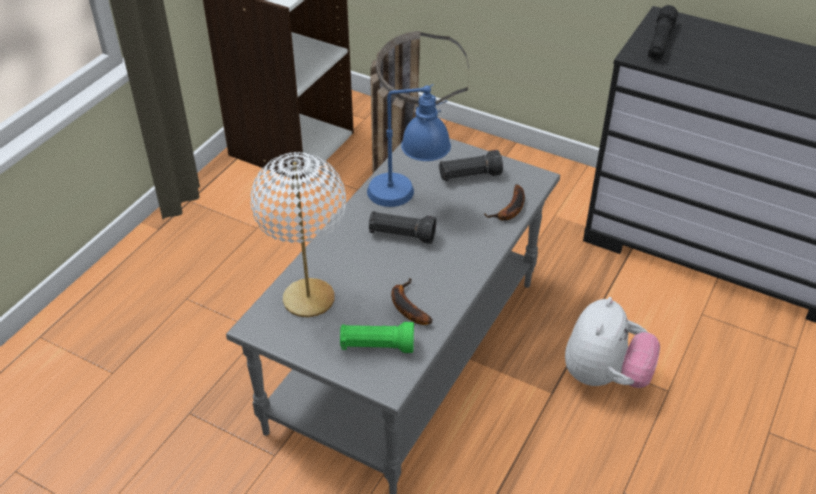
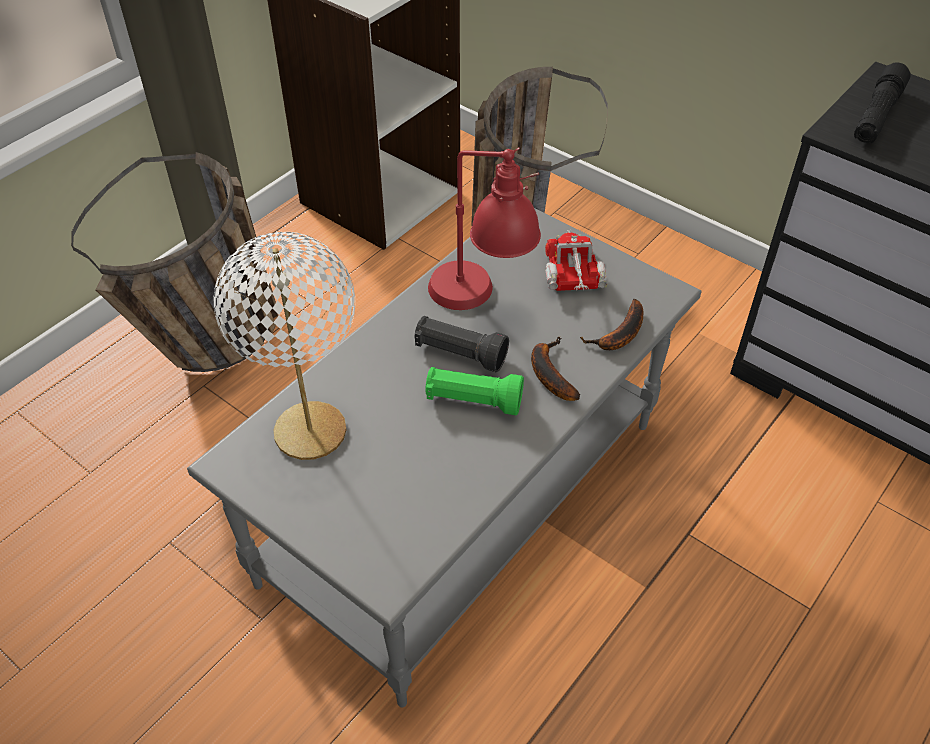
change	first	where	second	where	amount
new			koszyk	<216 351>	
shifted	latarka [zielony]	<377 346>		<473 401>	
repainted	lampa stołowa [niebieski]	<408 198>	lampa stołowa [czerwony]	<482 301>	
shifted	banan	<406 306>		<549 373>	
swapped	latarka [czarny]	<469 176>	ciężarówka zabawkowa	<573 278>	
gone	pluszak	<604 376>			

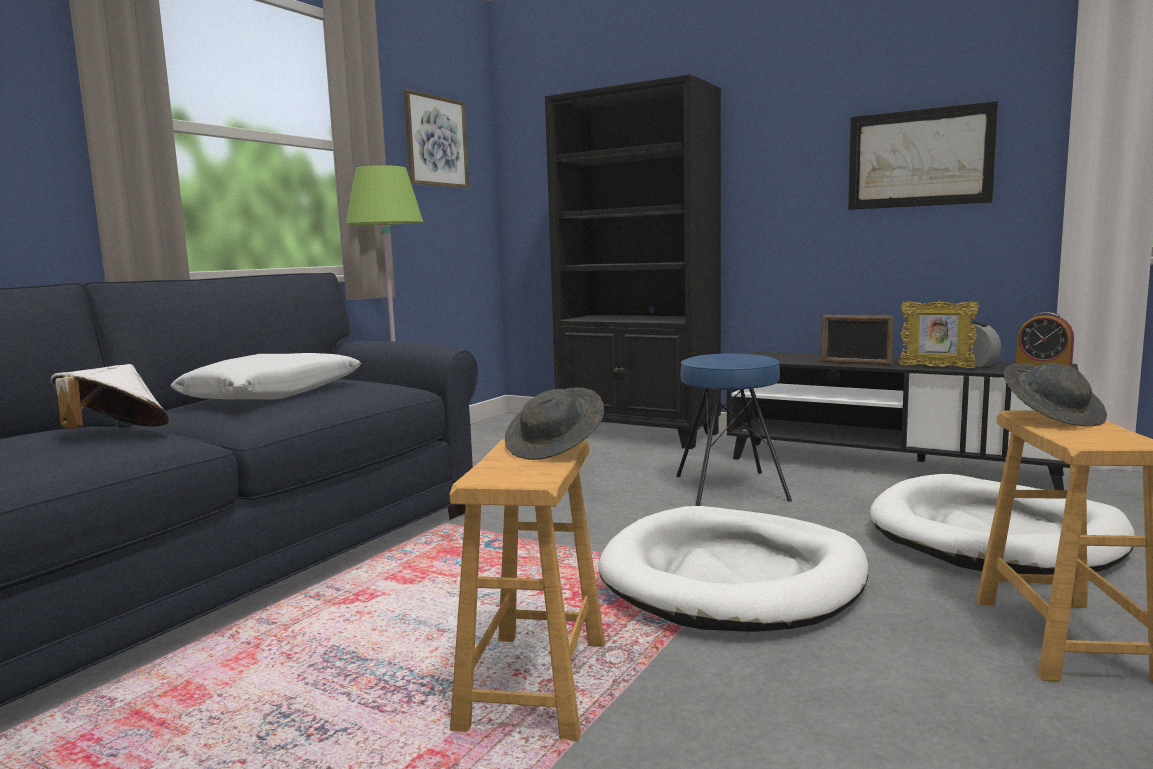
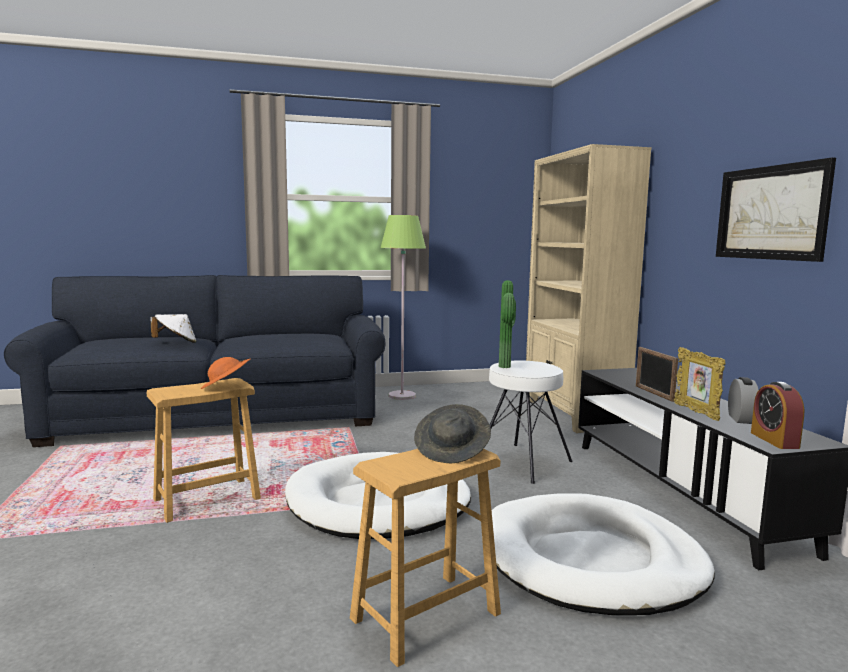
change	first	where	second	where	amount
repainted	kapelusz [szary]	<555 448>	kapelusz [pomarańczowy]	<226 387>	
repainted	stołek [niebieski]	<729 488>	stołek [biały]	<522 462>	
new			roślina doniczkowa	<507 366>	
repainted	regał [czarny]	<639 434>	regał [beżowy]	<573 414>	
gone	poduszka [biały]	<273 394>			
gone	obraz	<436 141>			

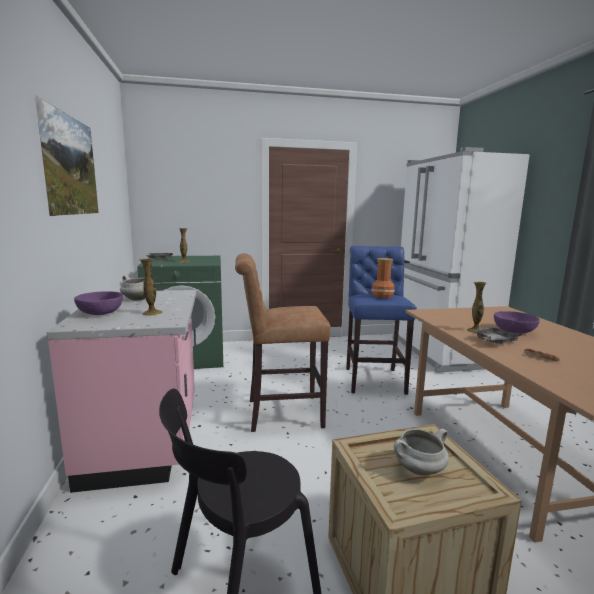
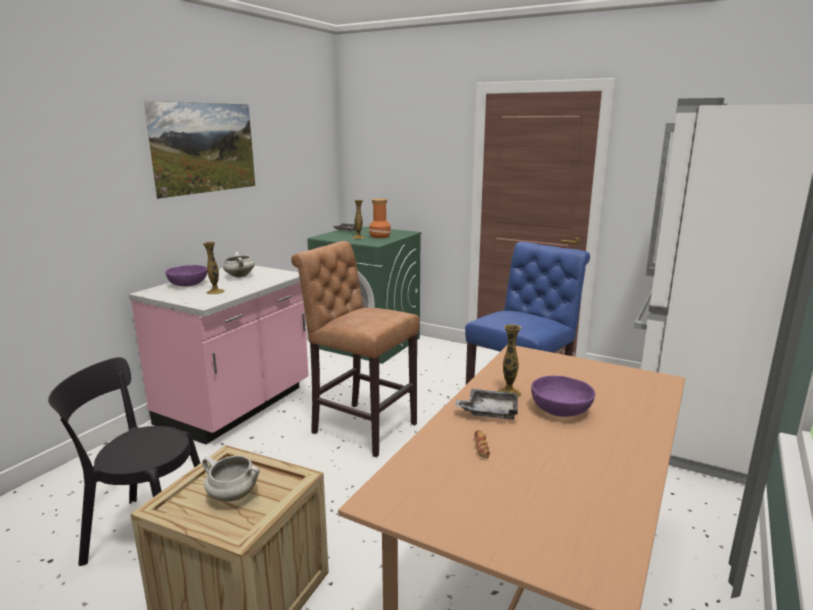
change	first	where	second	where	amount
shifted	wazon	<382 296>		<379 236>	

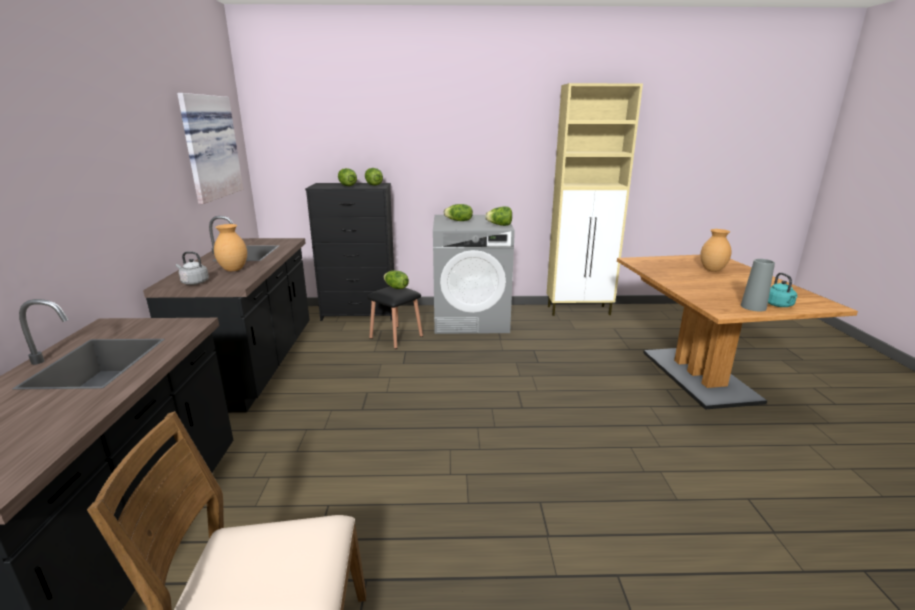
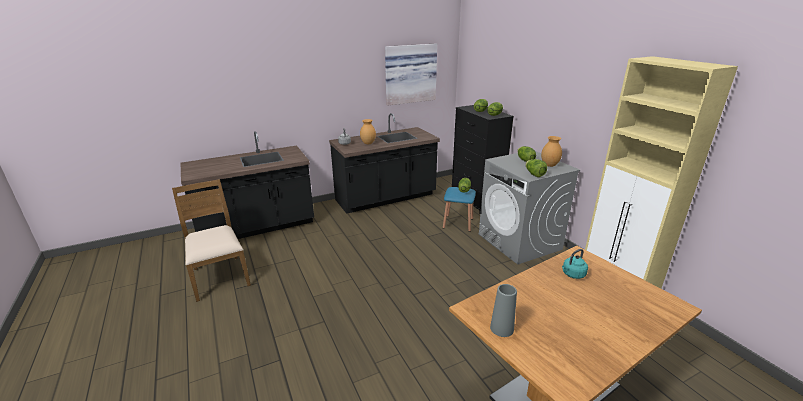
change	first	where	second	where	amount
repainted	stołek [czarny]	<396 337>	stołek [niebieski]	<458 223>	
shifted	wazon [brązowy]	<712 270>		<549 165>	
shifted	czajnik [turkusowy]	<779 305>		<572 274>	

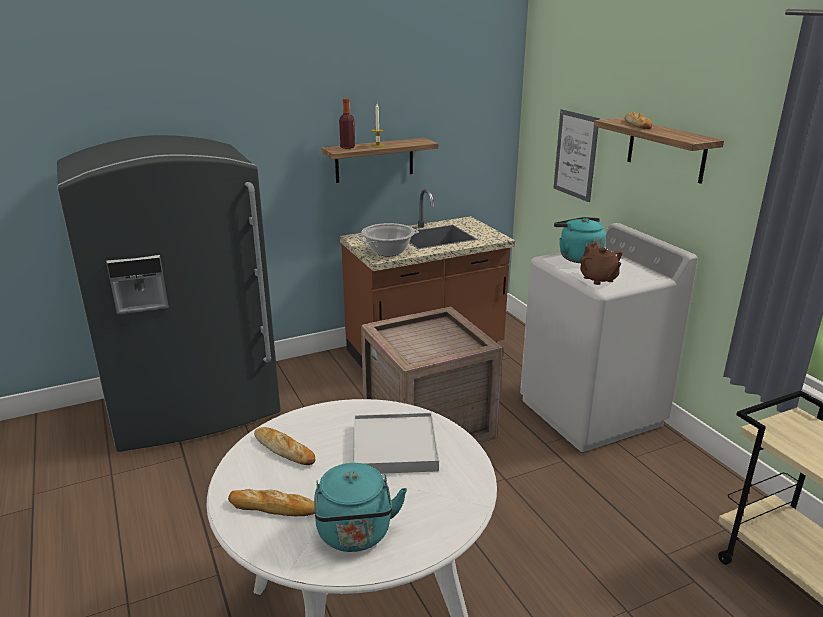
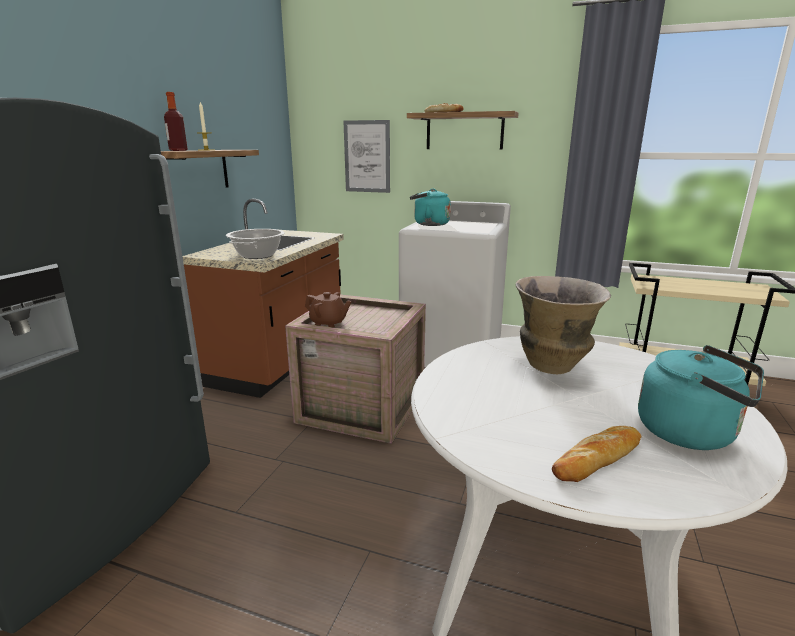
change	first	where	second	where	amount
shifted	imbryk [brązowy]	<598 279>		<328 323>	
swapped	taca [biały]	<394 447>	wazon	<553 366>	
gone	chleb	<284 449>			

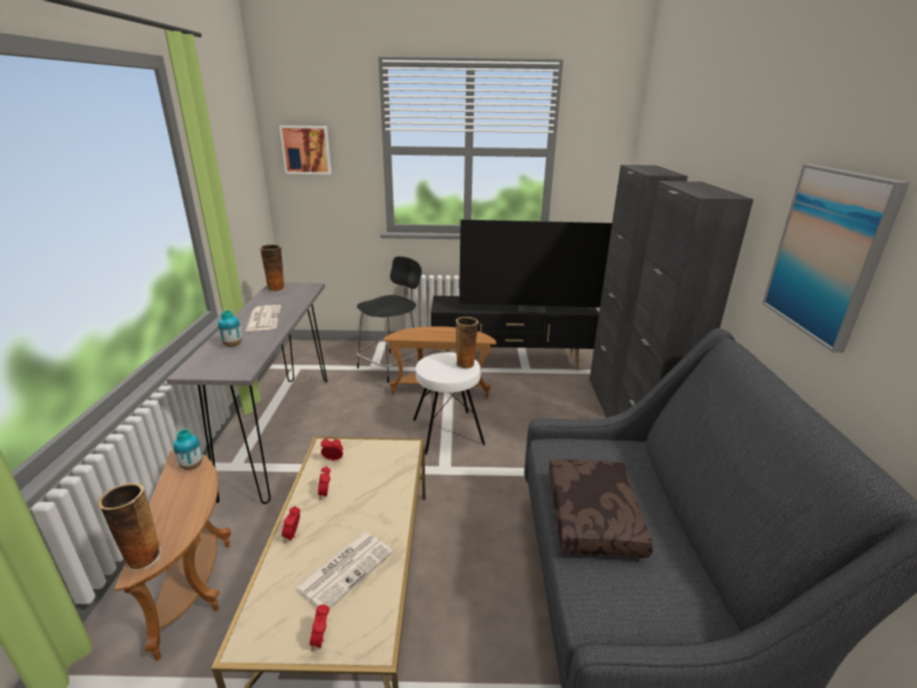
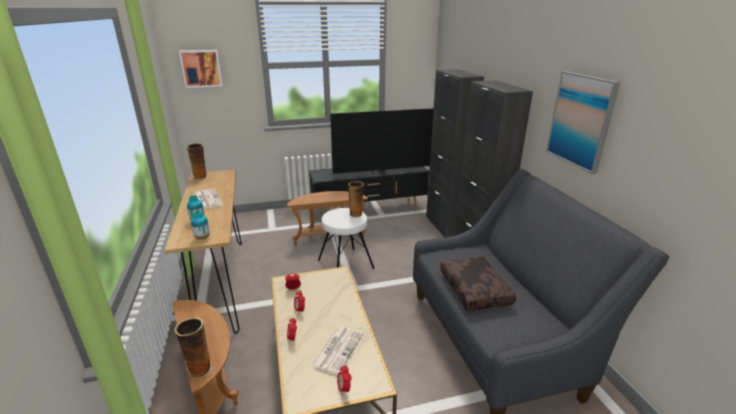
change	first	where	second	where	amount
repainted	stolik konsolowy [szary]	<280 431>	stolik konsolowy [brązowy]	<222 284>	
shifted	wazon	<192 466>		<202 238>	
gone	stołek [czarny]	<391 366>			

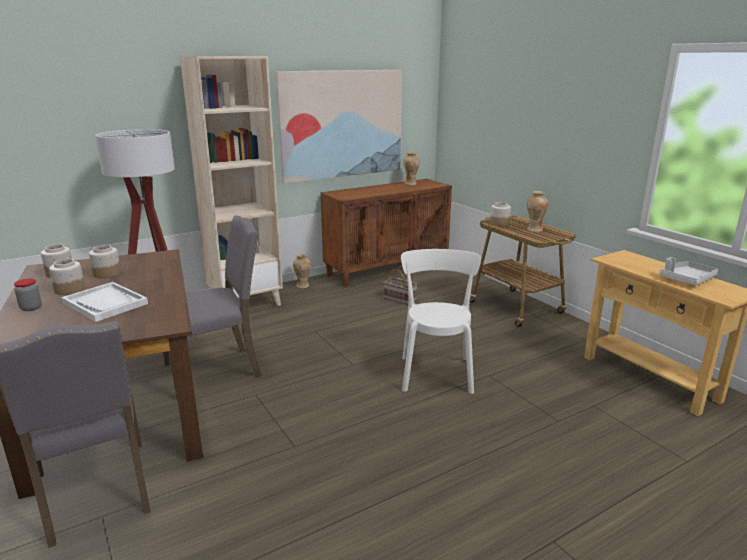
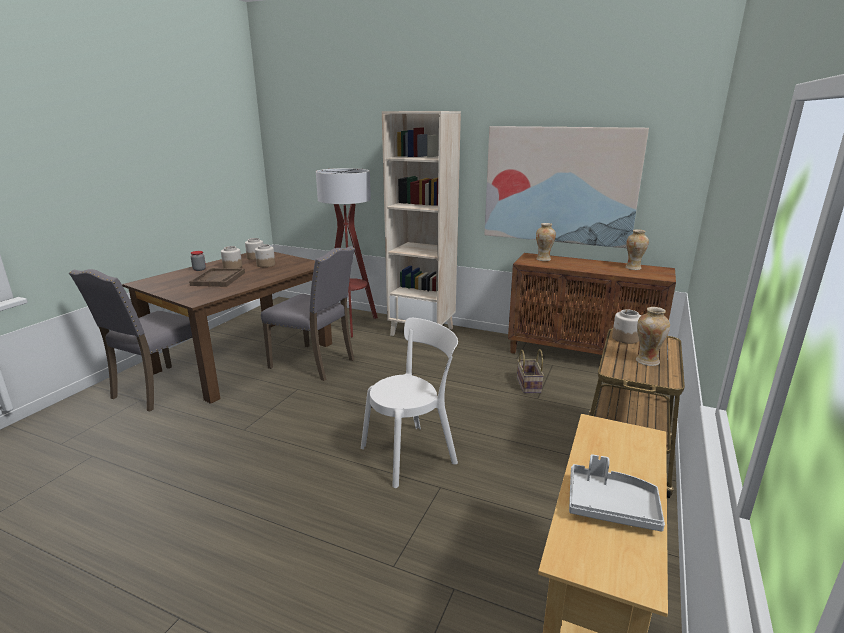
change	first	where	second	where	amount
repainted	taca [biały]	<105 303>	taca [brązowy]	<218 279>	
shifted	wazon	<302 286>		<543 259>	

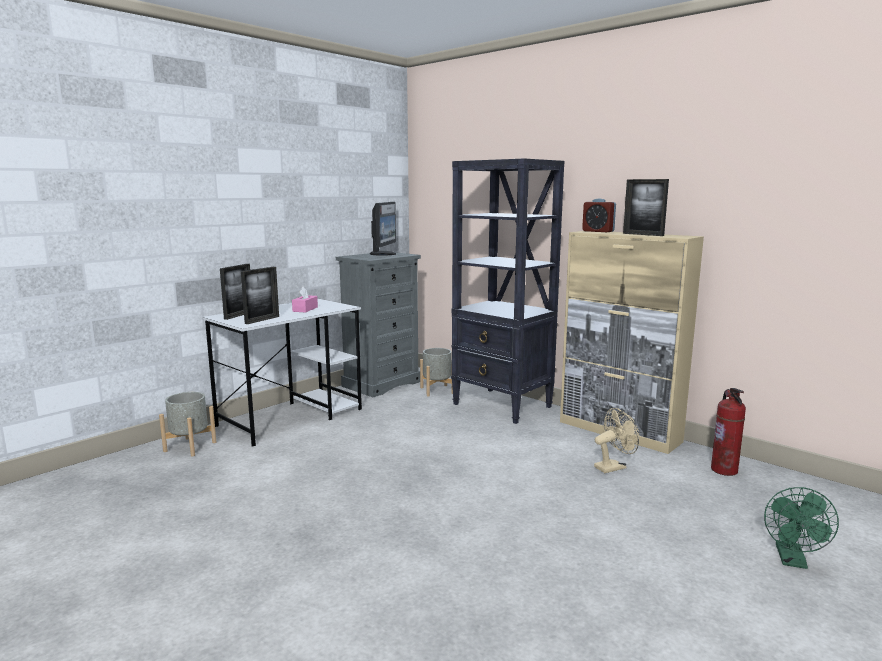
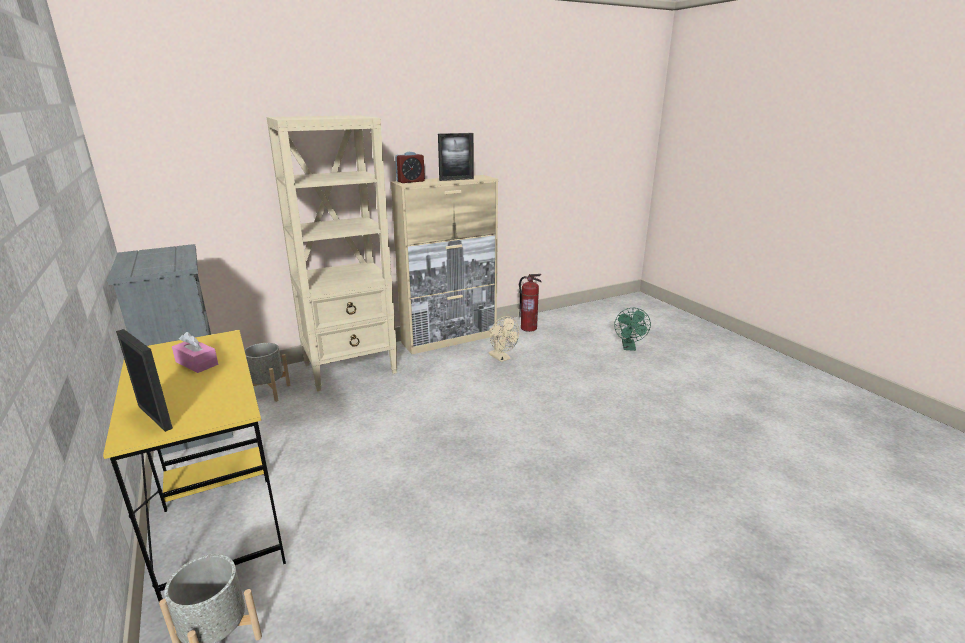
change	first	where	second	where	amount
repainted	biurko [biały]	<292 417>	biurko [żółty]	<219 514>	
repainted	regał [czarny]	<502 406>	regał [beżowy]	<351 368>	
rotated	wentylator [beżowy]	<613 467>		<502 358>	150 degrees clockwise
rotated	wentylator [zielony]	<792 561>		<629 347>	60 degrees clockwise
gone	ramka na zdjęcie	<262 320>			
gone	monitor	<384 254>			

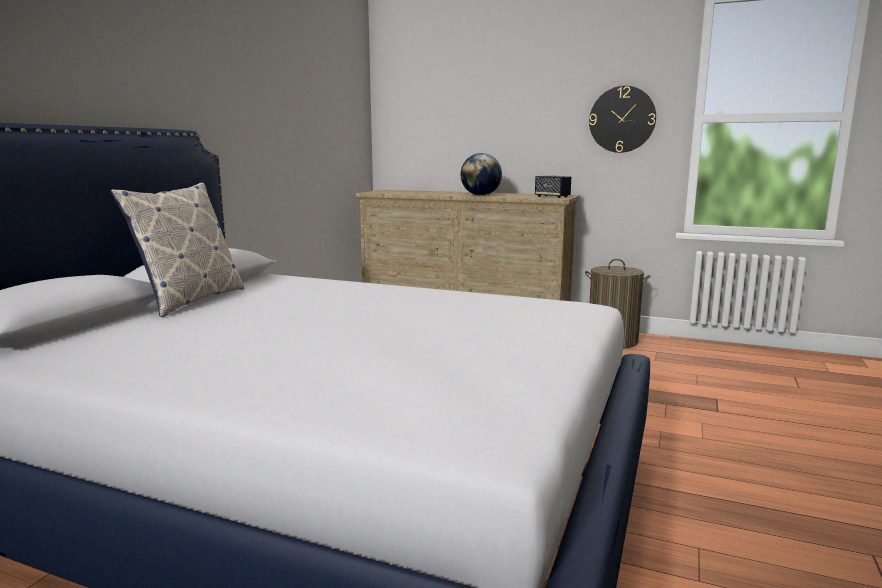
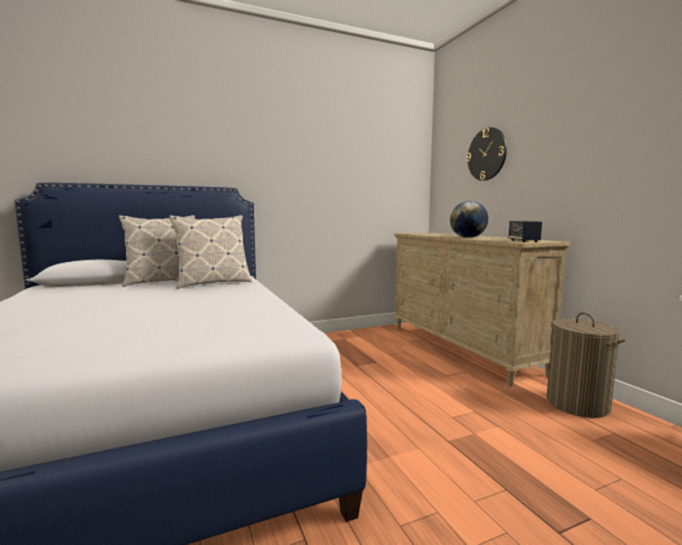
change	first	where	second	where	amount
new			poduszka	<213 283>	
shifted	zegar ścienny	<622 119>		<487 154>	

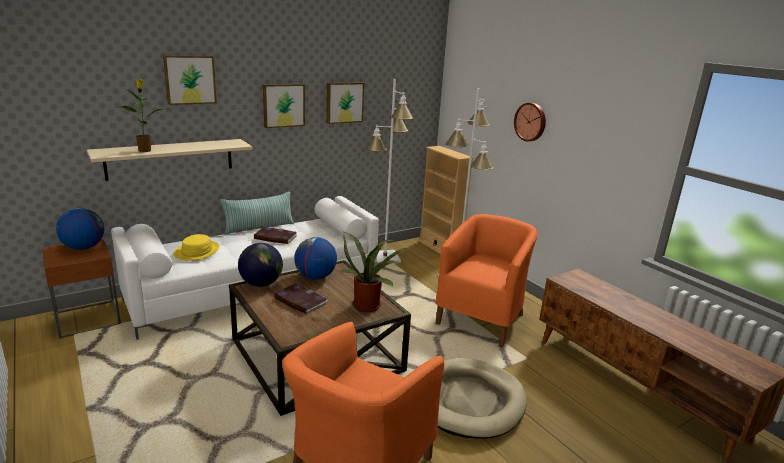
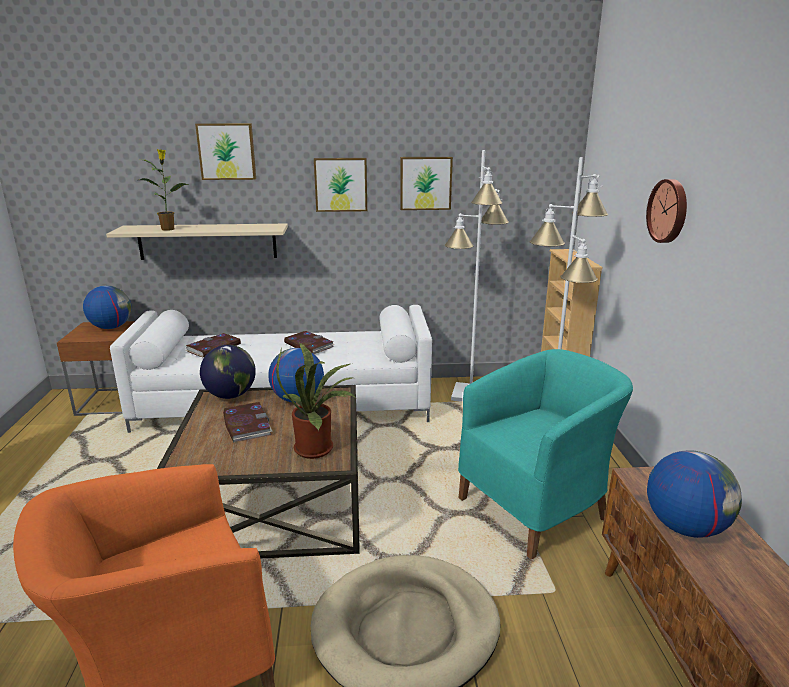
change	first	where	second	where	amount
swapped	kapelusz [żółty]	<197 251>	książka	<213 348>	
repainted	fotel [pomarańczowy]	<482 318>	fotel [turkusowy]	<537 507>	
new			globus	<684 527>	
gone	poduszka	<259 227>			

